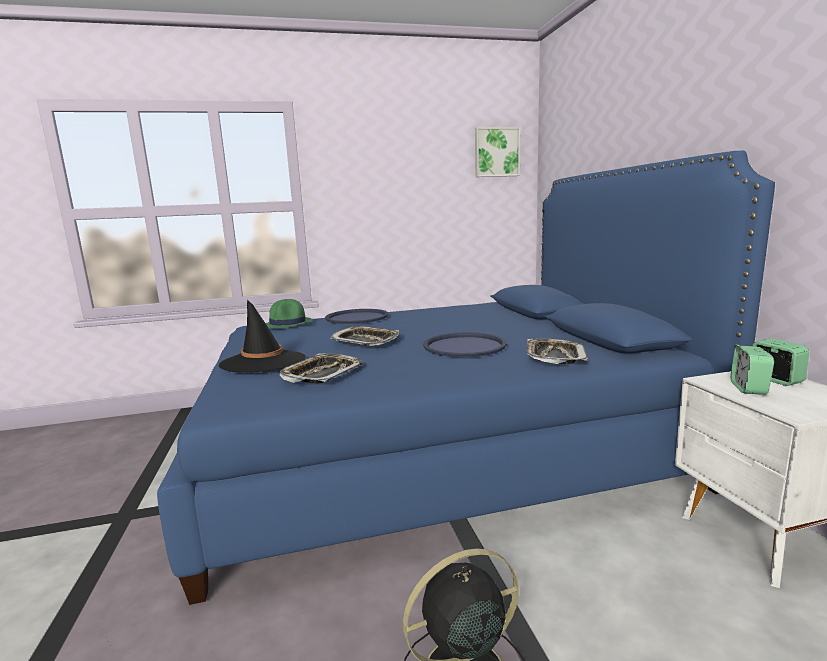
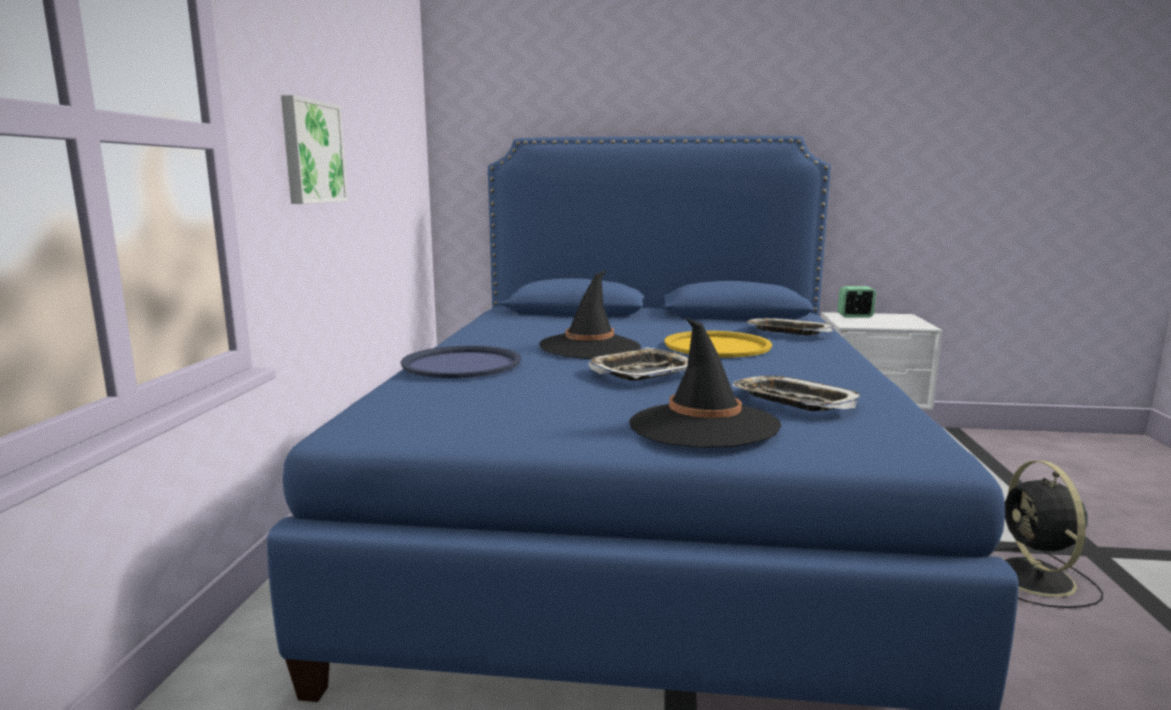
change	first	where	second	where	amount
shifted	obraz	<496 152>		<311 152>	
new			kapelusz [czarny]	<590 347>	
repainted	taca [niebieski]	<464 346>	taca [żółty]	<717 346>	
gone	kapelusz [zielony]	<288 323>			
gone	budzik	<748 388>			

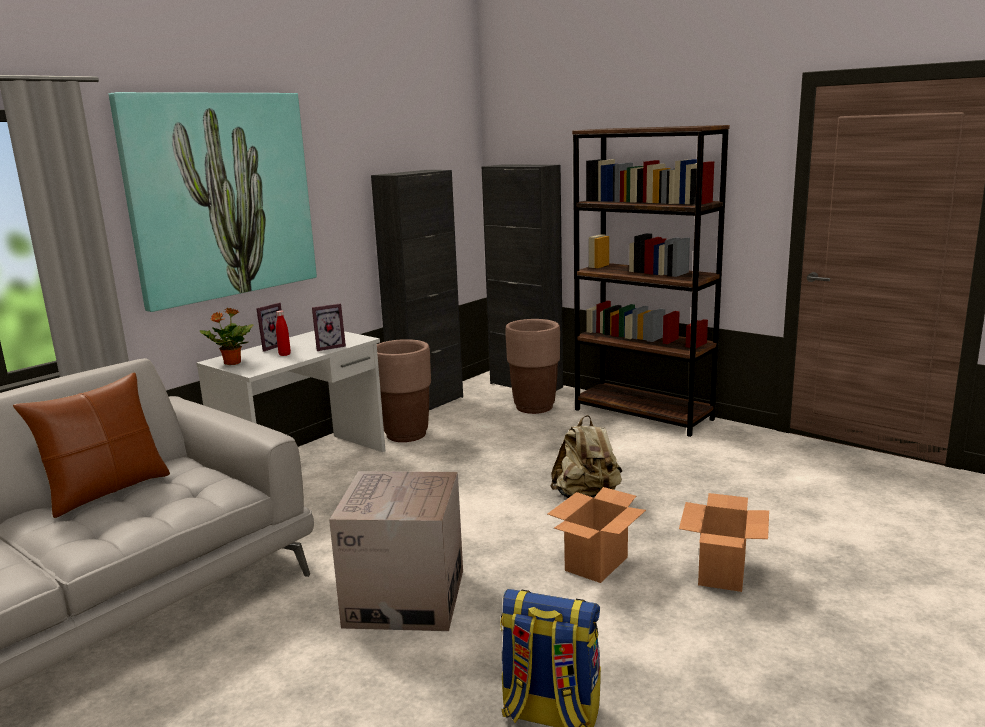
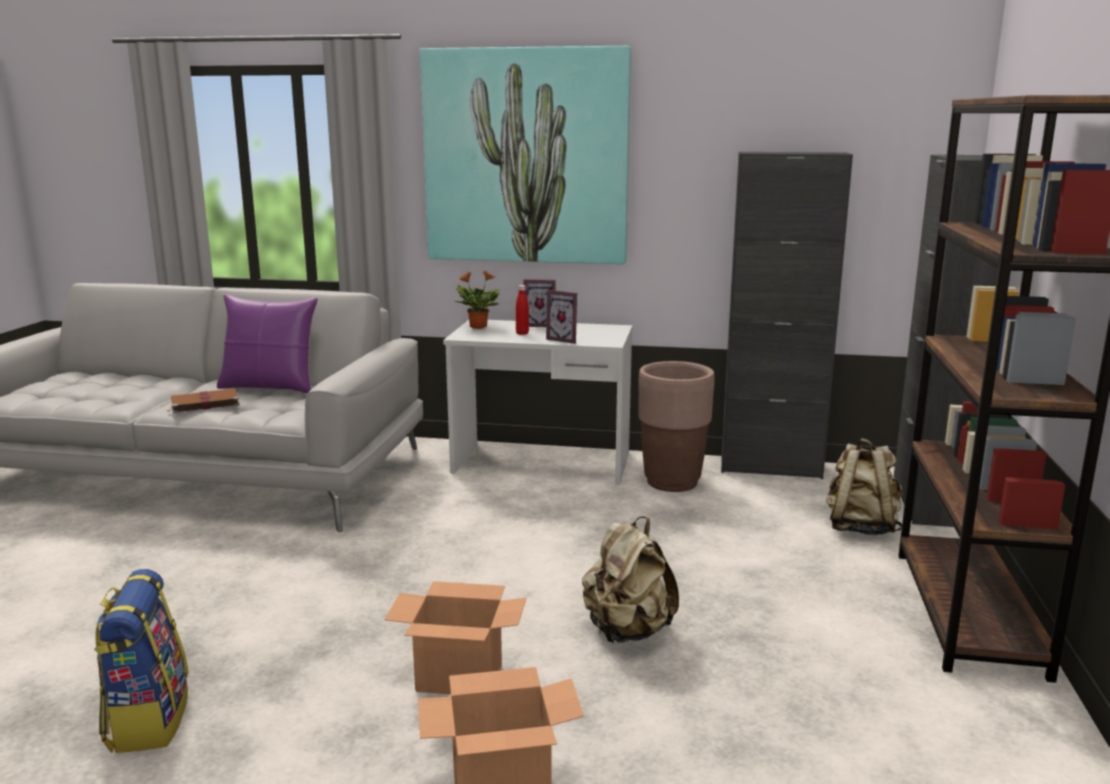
change	first	where	second	where	amount
new			książka [brązowy]	<204 403>	
repainted	poduszka [brązowy]	<107 491>	poduszka [fioletowy]	<270 387>	
swapped	donica [brązowy]	<534 407>	plecak [beżowy]	<860 527>	
gone	karton	<405 598>			

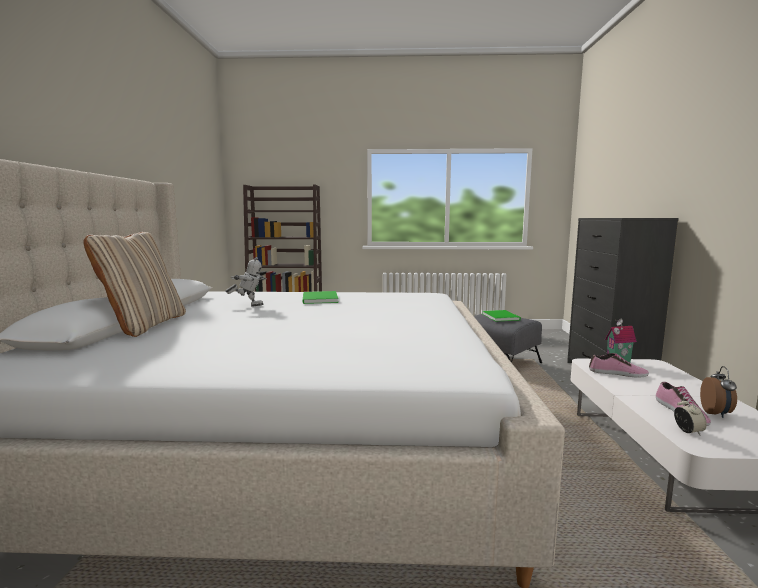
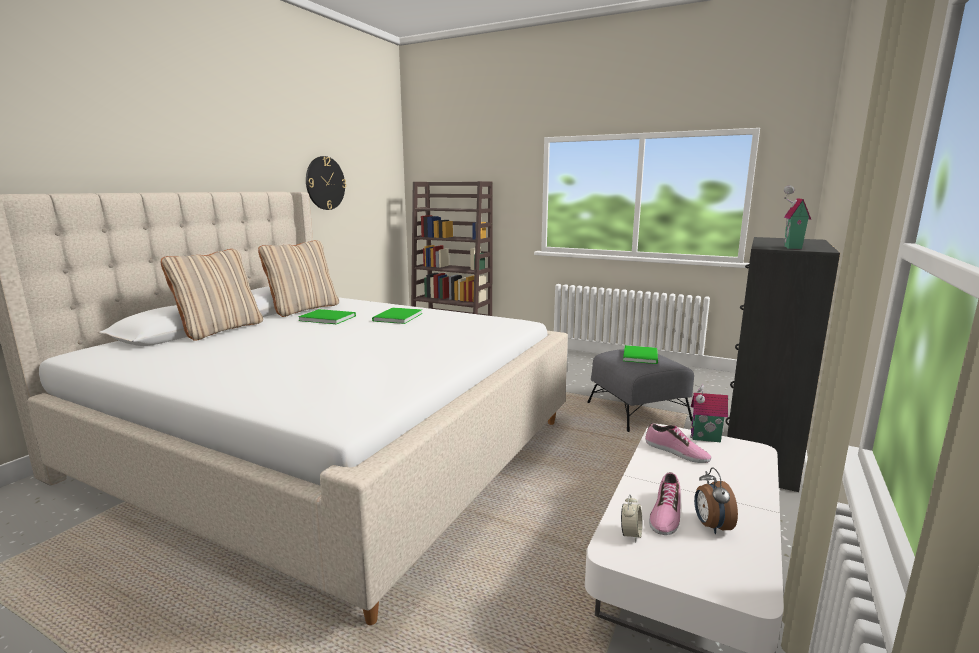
change	first	where	second	where	amount
new			poduszka [beżowy]	<303 309>	
swapped	robot zabawkowy	<248 305>	książka [zielony]	<327 318>	
new			zegar ścienny	<325 183>	
rotated	budzik	<716 413>		<711 526>	135 degrees clockwise
new			domek	<790 247>	

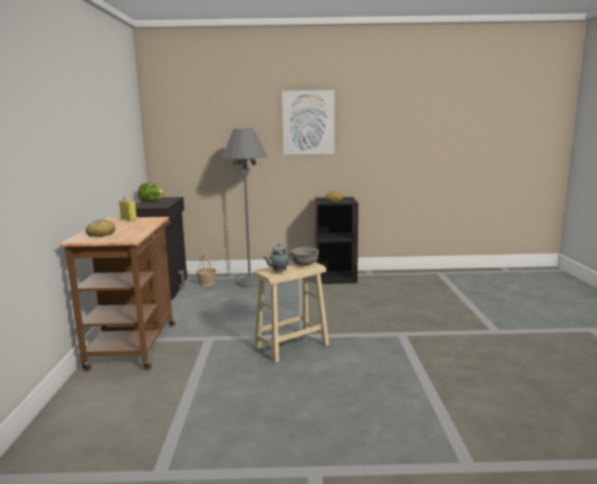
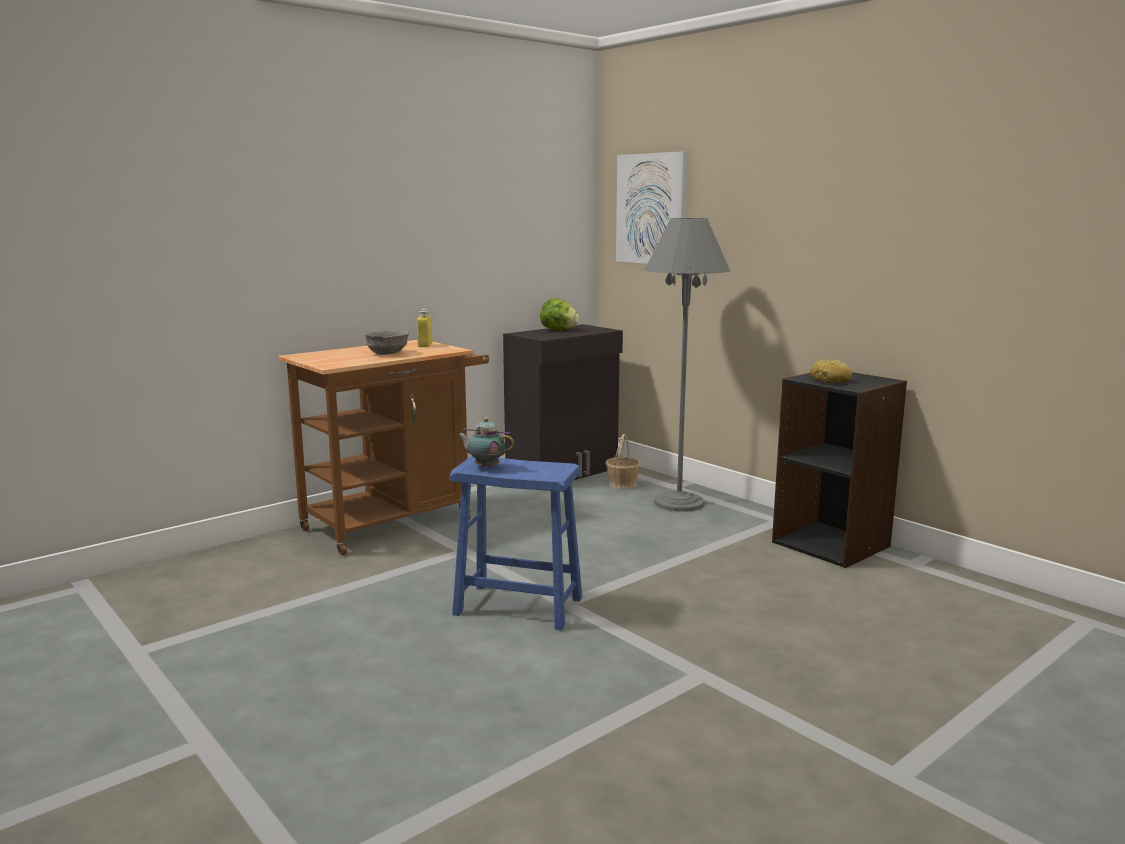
change	first	where	second	where	amount
shifted	miska [szary]	<305 264>		<388 353>	
repainted	stołek [beżowy]	<291 346>	stołek [niebieski]	<518 606>	
shifted	obraz	<308 122>		<652 209>	
gone	chleb	<101 234>			

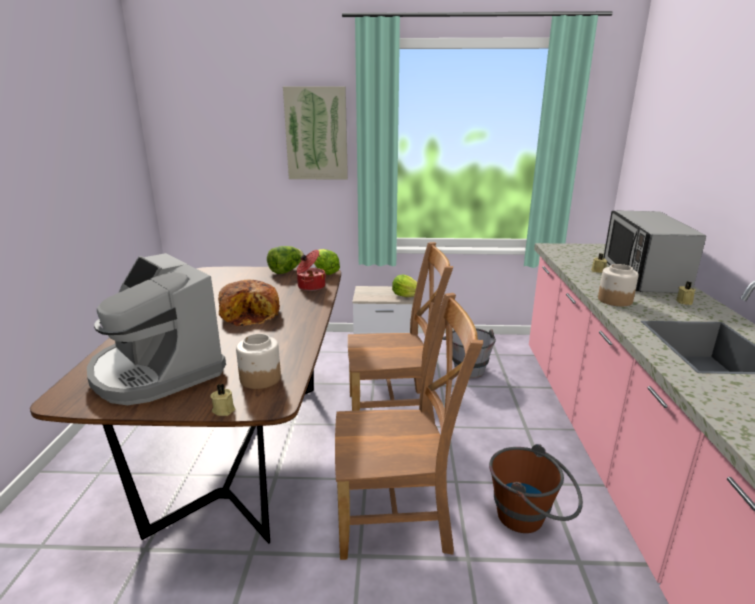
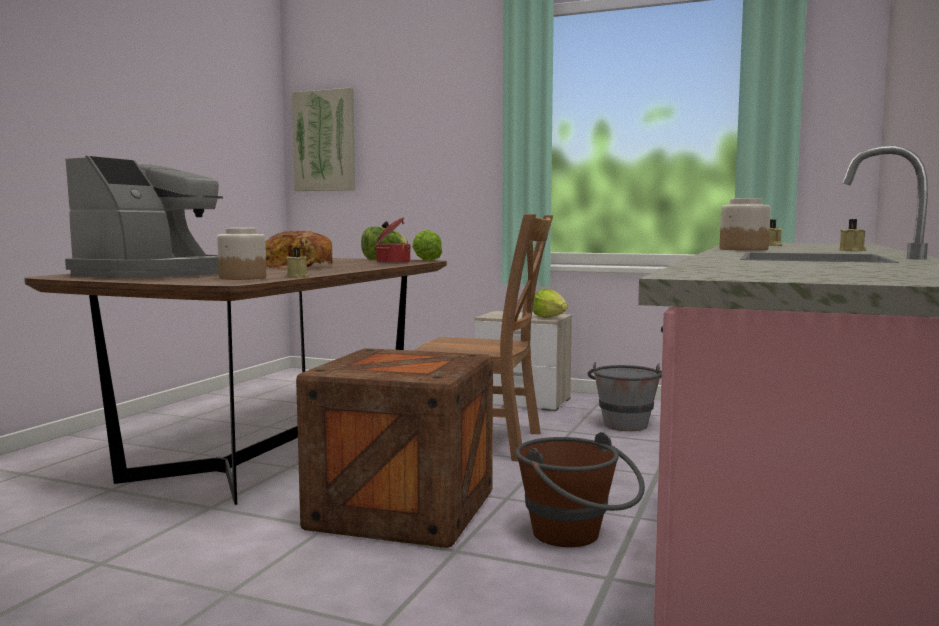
change	first	where	second	where	amount
rotated	ekspres do kawy	<156 371>		<155 274>	135 degrees counterclockwise
shifted	świeca [beżowy]	<224 409>		<298 276>	
shifted	obraz	<316 134>		<325 141>	
swapped	krzesło [brązowy]	<398 516>	skrzynka	<402 510>	
gone	mikrofalówka	<642 276>			

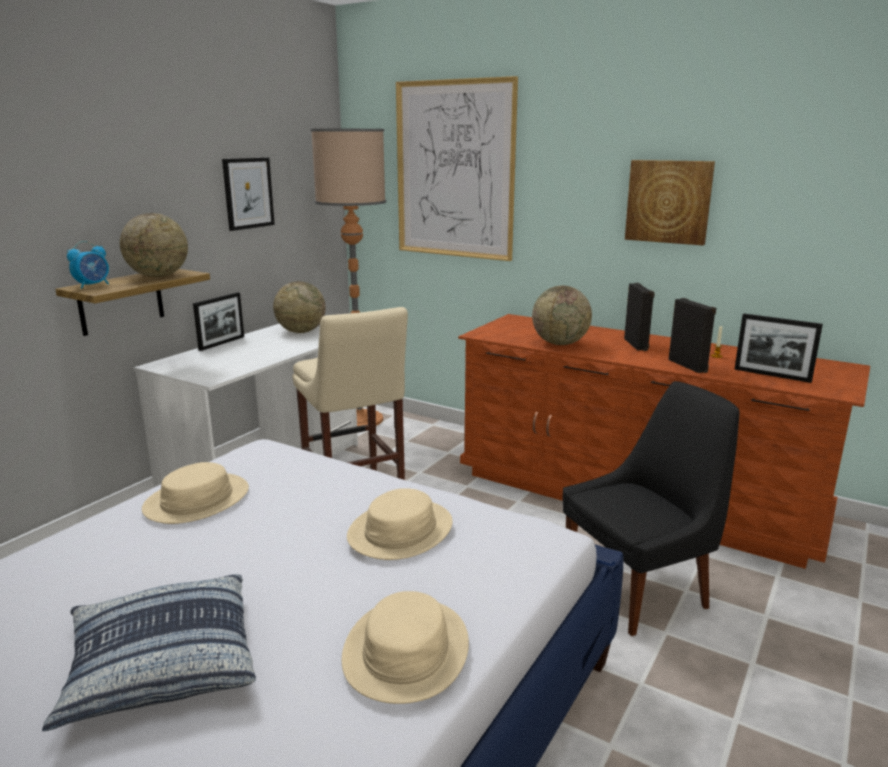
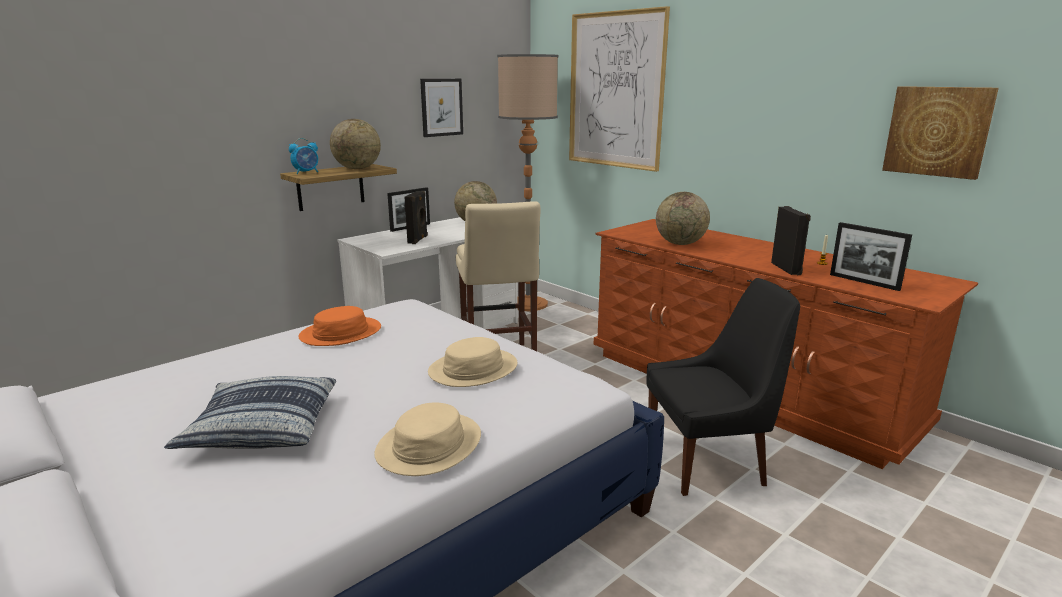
change	first	where	second	where	amount
repainted	kapelusz [beżowy]	<197 500>	kapelusz [pomarańczowy]	<341 333>	
shifted	głośnik [czarny]	<637 344>		<418 240>	
shifted	obraz	<668 201>		<937 131>	

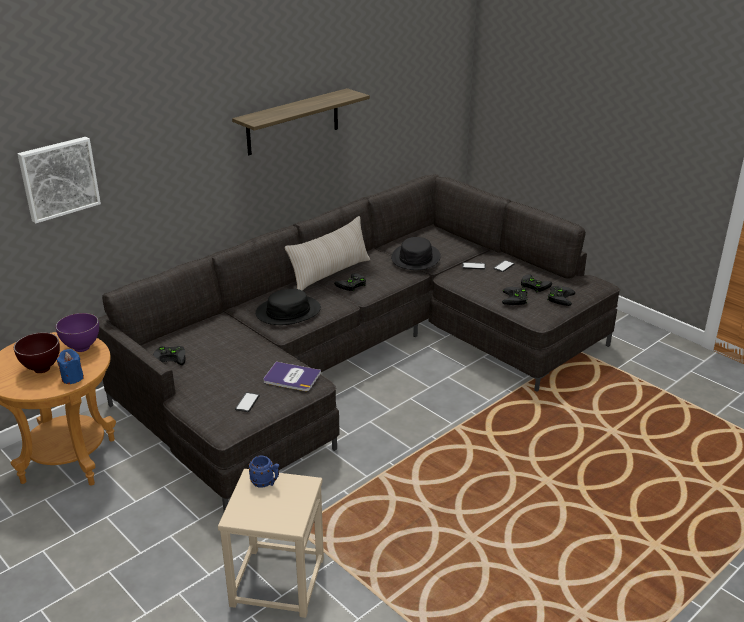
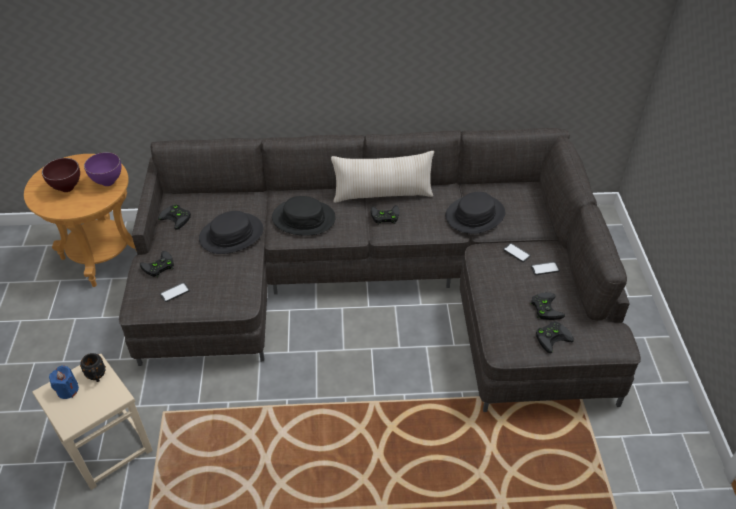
change	first	where	second	where	amount
shifted	świeca [niebieski]	<72 378>		<67 390>	
repainted	kubek [niebieski]	<265 483>	kubek [czarny]	<96 376>	
shifted	pad do gier [czarny]	<515 299>		<158 267>	
new			kapelusz [czarny]	<231 235>	
gone	obraz	<58 178>			
gone	półka	<293 122>			
gone	książka	<291 377>			

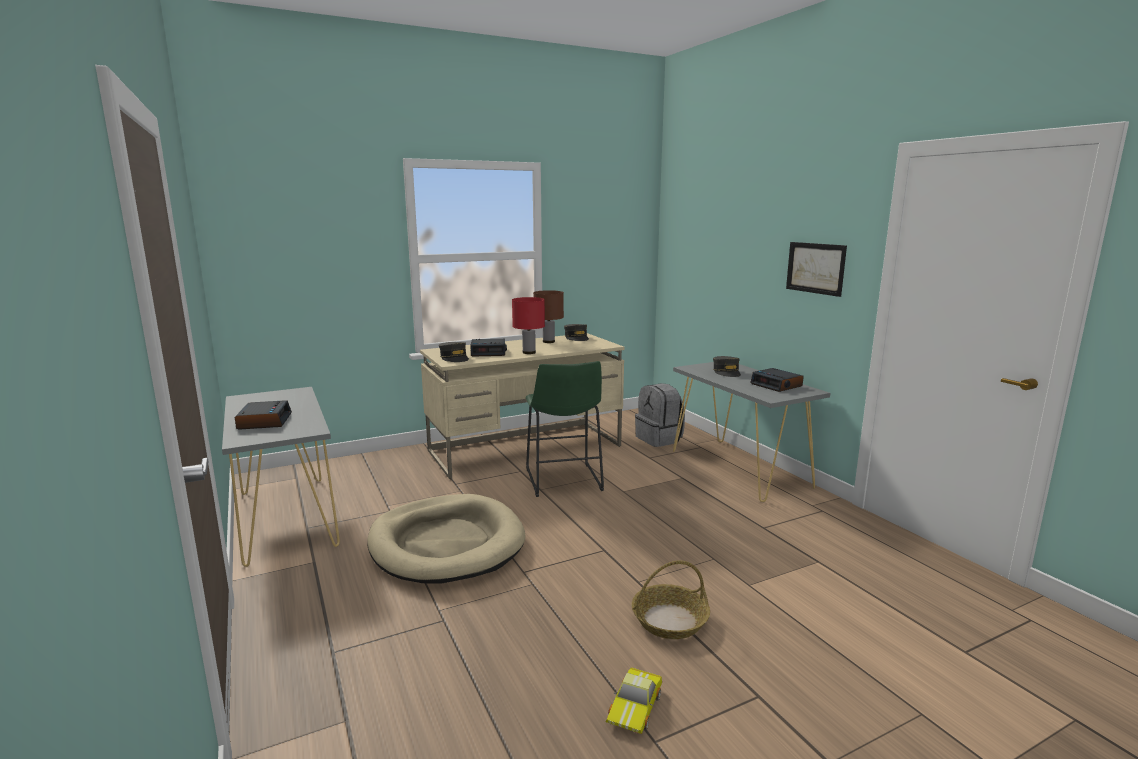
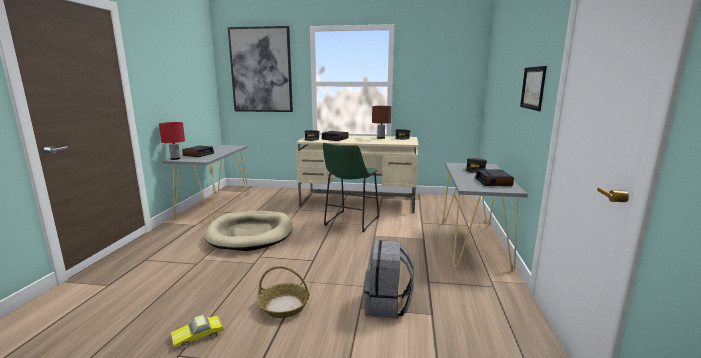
change	first	where	second	where	amount
shifted	lampa stołowa [czerwony]	<529 352>		<175 159>	
new			obraz	<261 70>	
shifted	plecak [szary]	<659 439>		<387 305>	

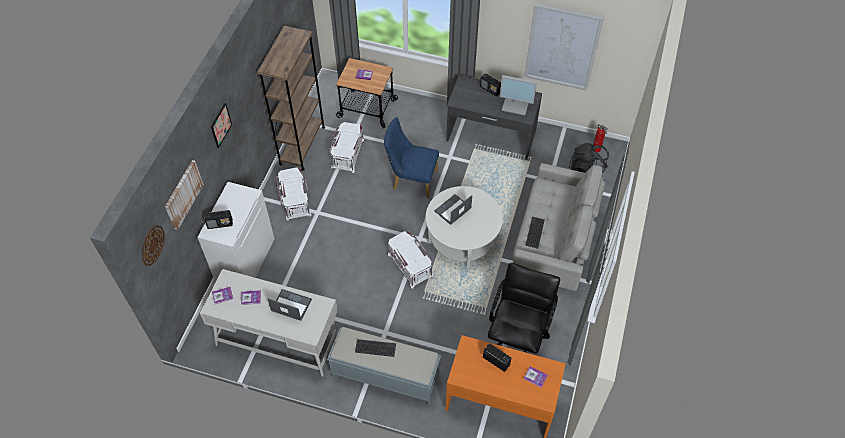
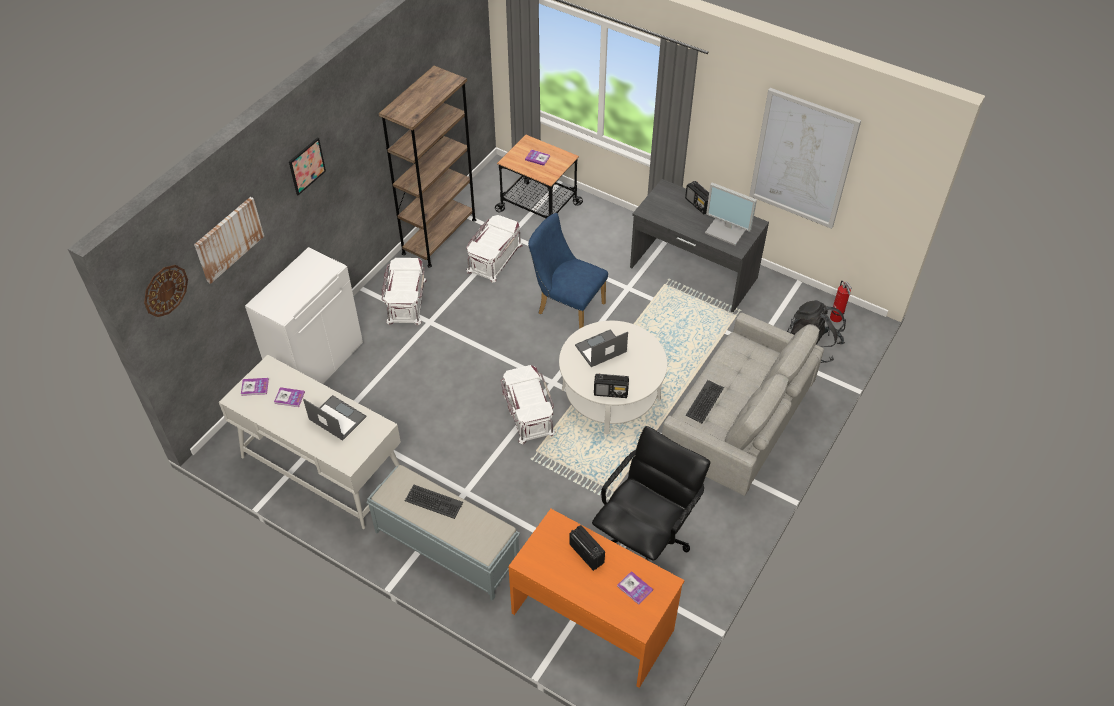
change	first	where	second	where	amount
shifted	radio	<220 224>		<611 392>	

